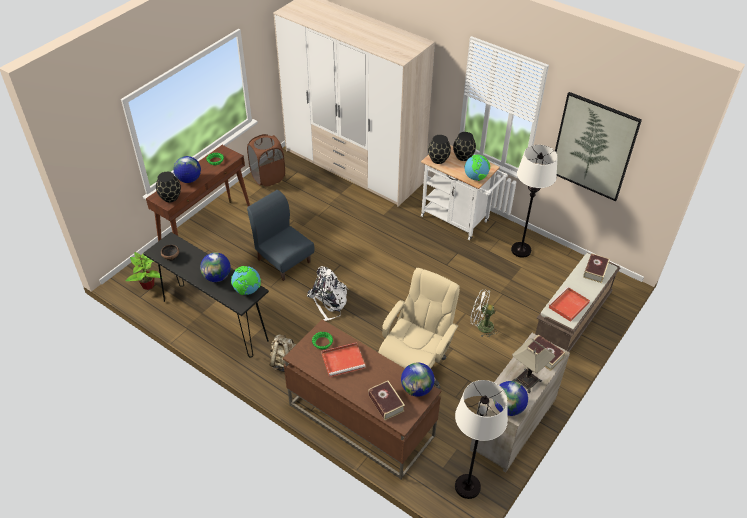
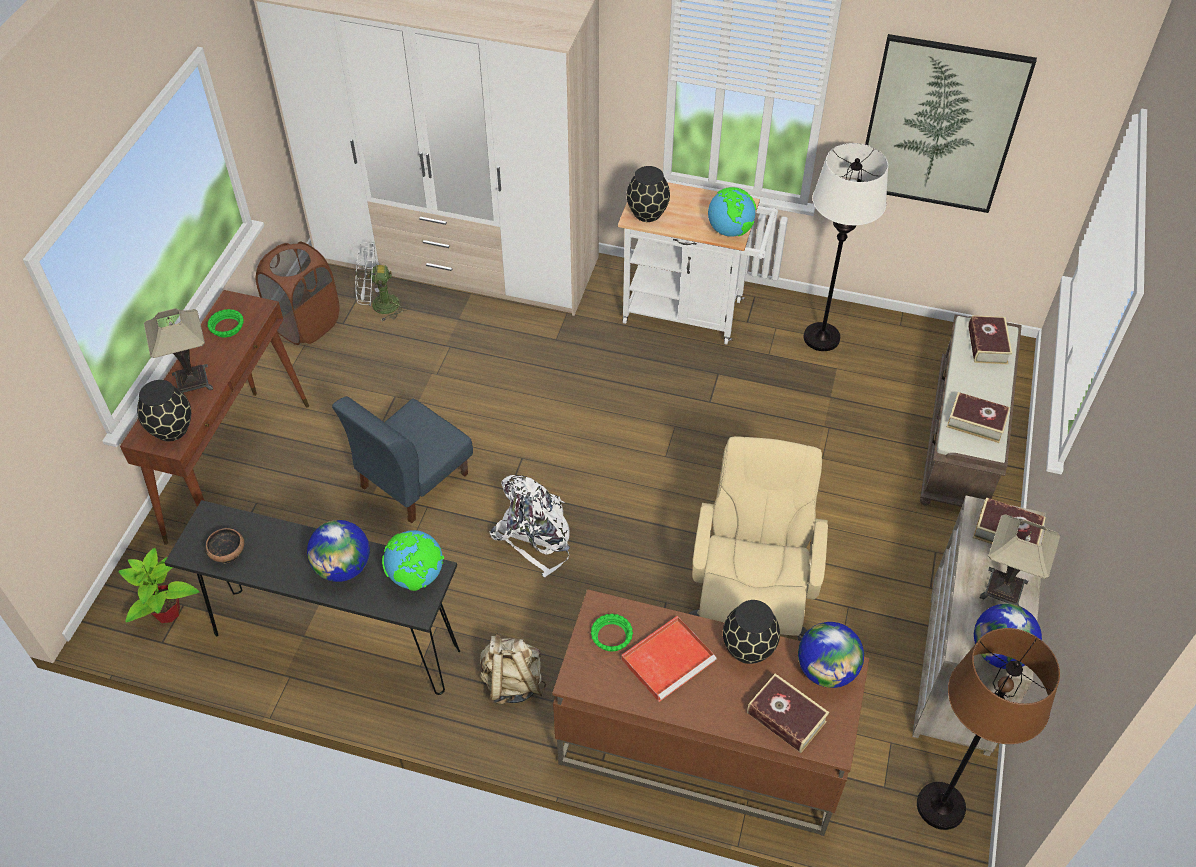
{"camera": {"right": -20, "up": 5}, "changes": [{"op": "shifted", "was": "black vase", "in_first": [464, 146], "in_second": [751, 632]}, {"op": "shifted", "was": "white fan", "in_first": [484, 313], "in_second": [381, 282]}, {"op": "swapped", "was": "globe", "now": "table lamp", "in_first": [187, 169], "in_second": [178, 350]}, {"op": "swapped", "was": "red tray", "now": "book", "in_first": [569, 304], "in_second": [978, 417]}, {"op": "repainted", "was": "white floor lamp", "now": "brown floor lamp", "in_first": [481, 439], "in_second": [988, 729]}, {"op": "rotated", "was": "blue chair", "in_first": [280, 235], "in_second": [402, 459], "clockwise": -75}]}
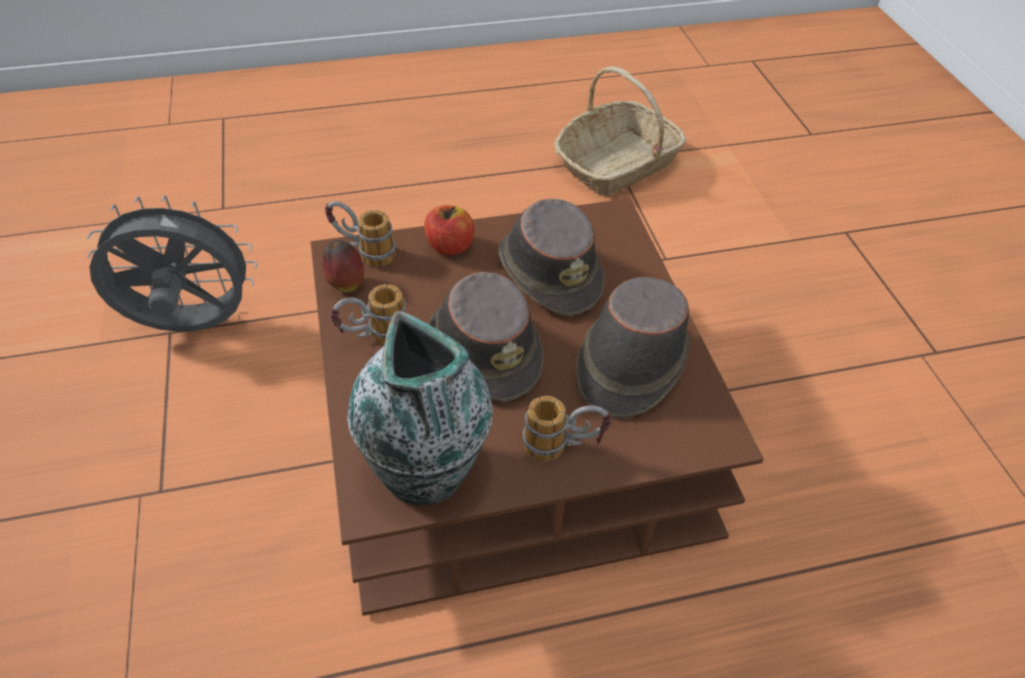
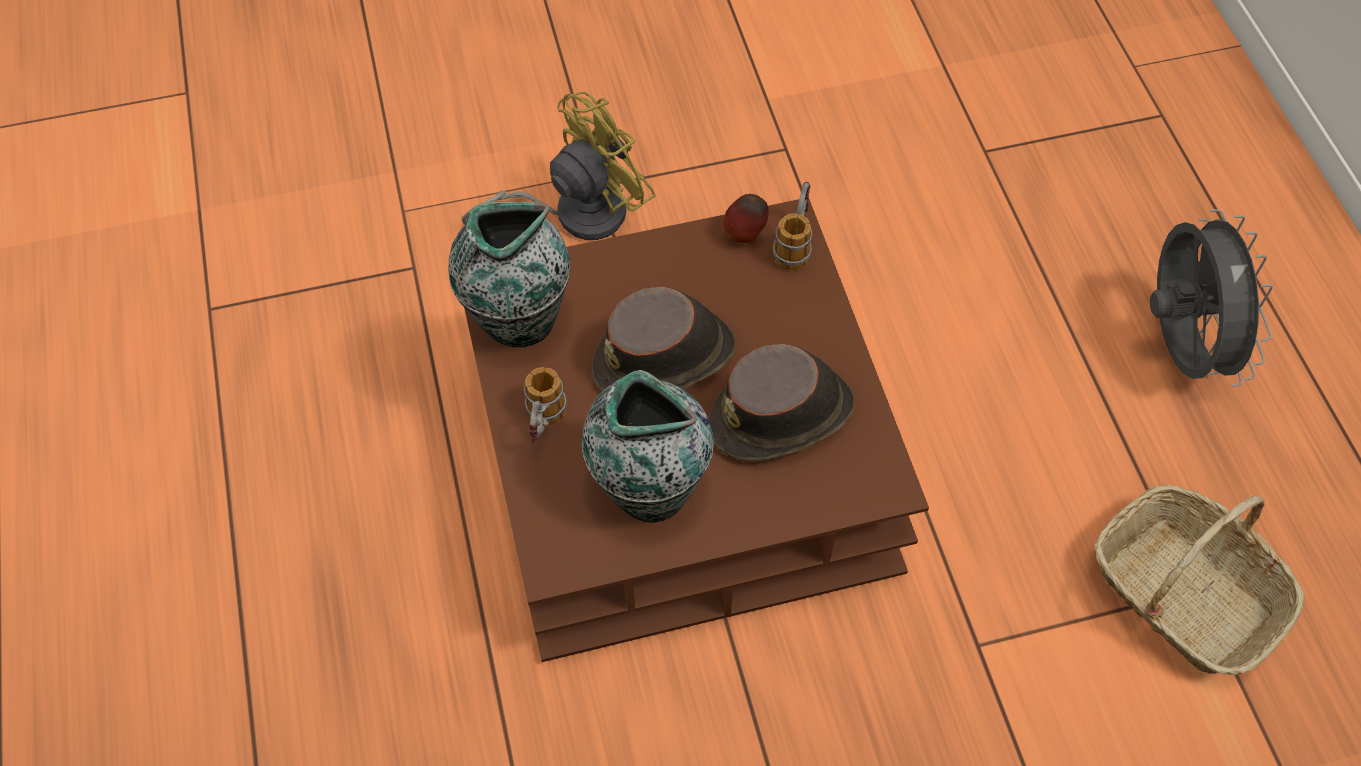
{"camera": {"right": 90, "up": 10}, "changes": [{"op": "gone", "was": "mug", "in_first": [368, 314]}, {"op": "gone", "was": "apple", "in_first": [449, 230]}, {"op": "new", "now": "yellow fan", "in_second": [559, 166]}, {"op": "shifted", "was": "grey fan", "in_first": [172, 263], "in_second": [1211, 298]}, {"op": "swapped", "was": "brown hat", "now": "vase", "in_first": [633, 347], "in_second": [648, 446]}]}
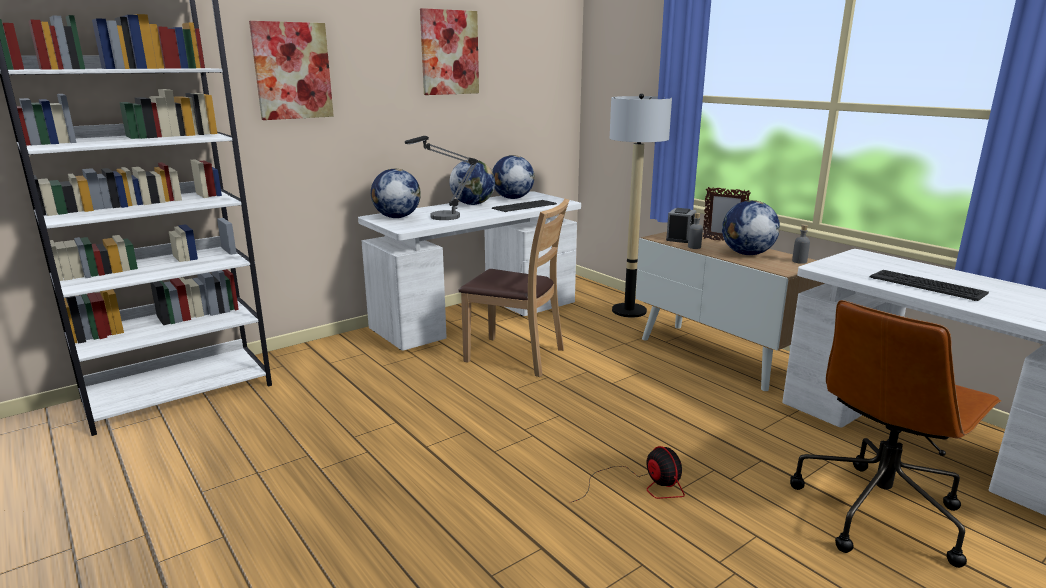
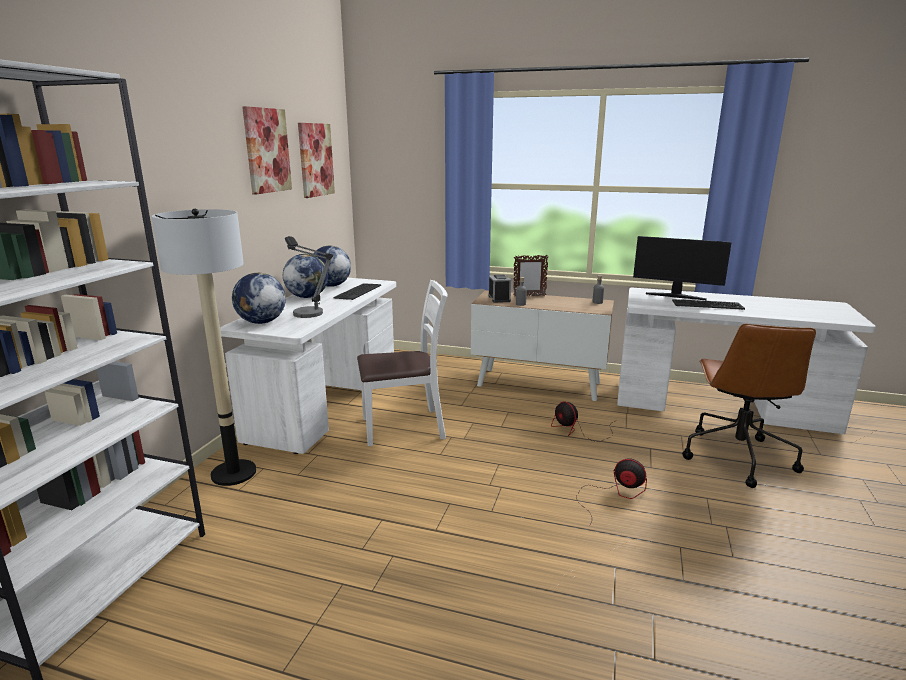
{"camera": {"right": -35, "up": 0}, "changes": [{"op": "gone", "was": "globe", "in_first": [751, 227]}, {"op": "new", "now": "fan", "in_second": [584, 421]}, {"op": "new", "now": "monitor", "in_second": [682, 268]}, {"op": "shifted", "was": "picture", "in_first": [291, 70], "in_second": [316, 160]}, {"op": "shifted", "was": "floor lamp", "in_first": [641, 205], "in_second": [204, 347]}, {"op": "repainted", "was": "brown chair", "now": "white chair", "in_first": [514, 287], "in_second": [402, 363]}]}
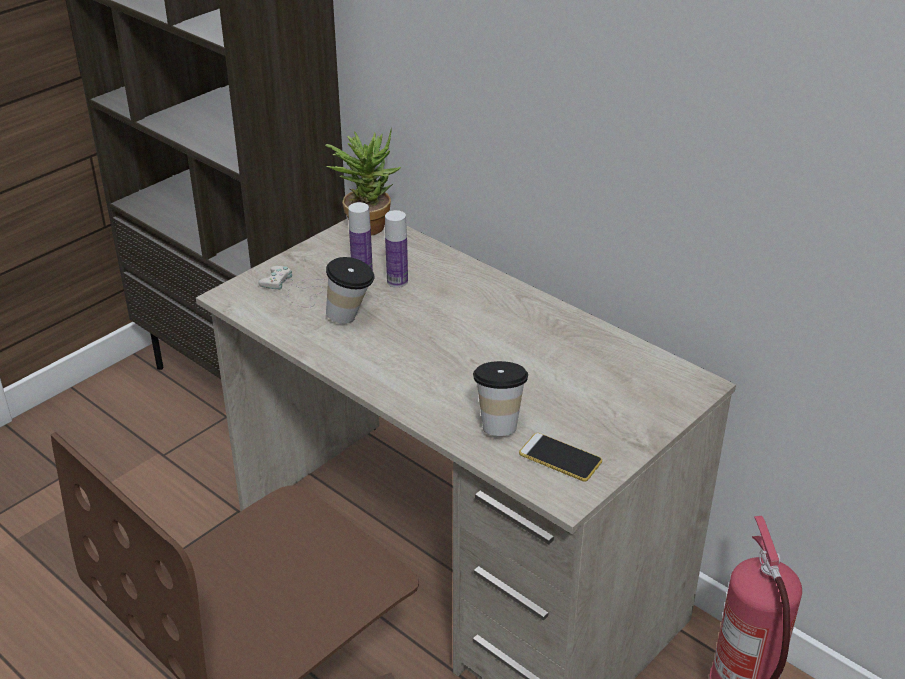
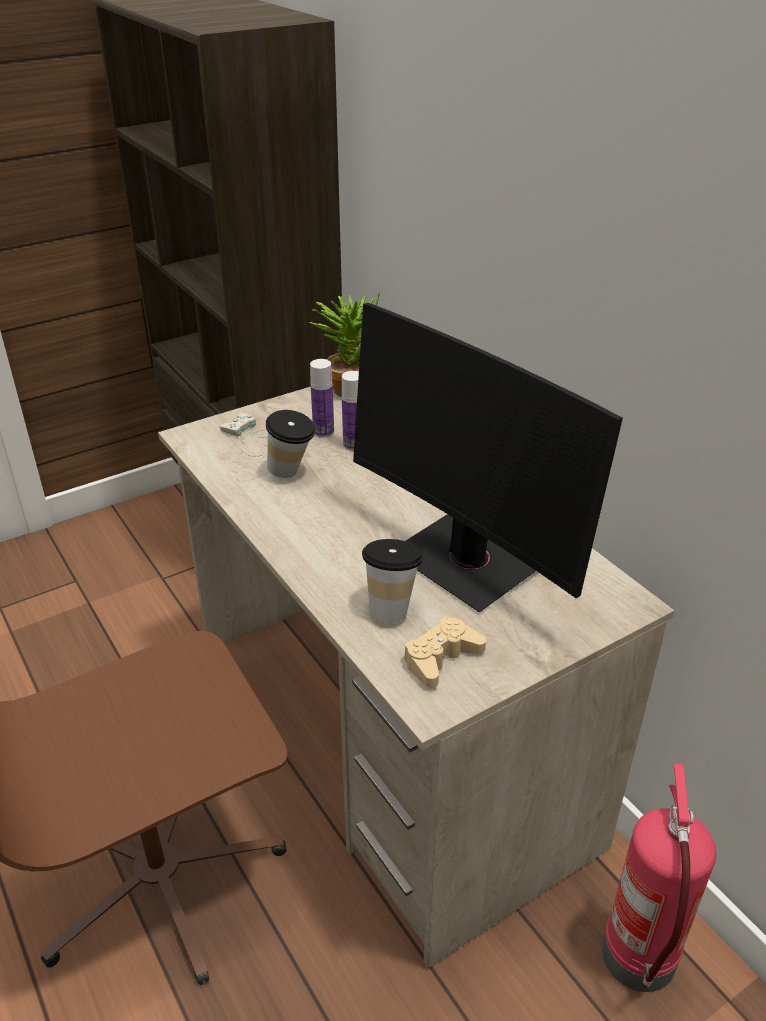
{"camera": {"right": 15, "up": 0}, "changes": [{"op": "new", "now": "monitor", "in_second": [488, 458]}, {"op": "swapped", "was": "phone", "now": "beige game controller", "in_first": [560, 457], "in_second": [445, 652]}]}
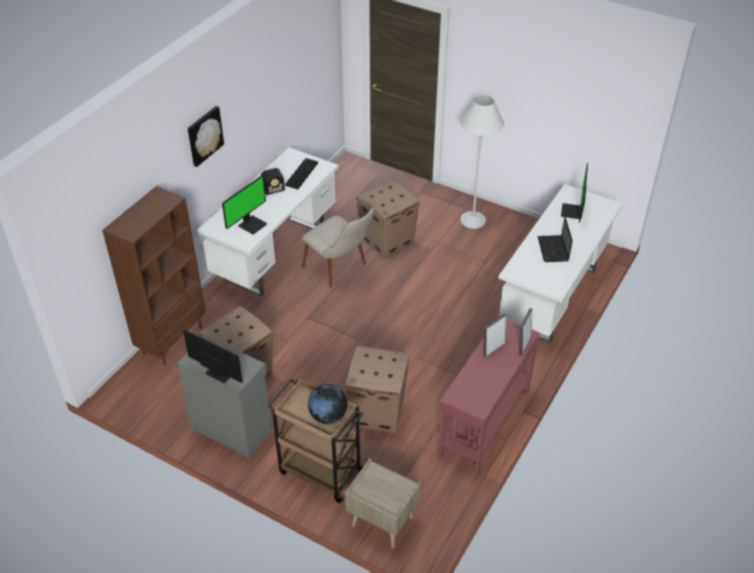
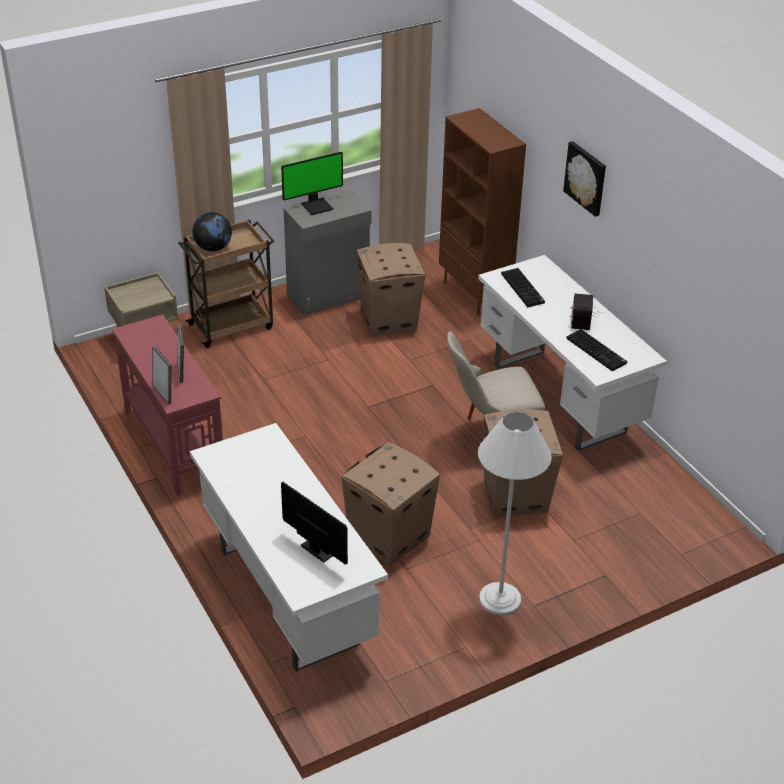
{"camera": {"right": 120, "up": -5}, "changes": [{"op": "gone", "was": "laptop", "in_first": [555, 239]}, {"op": "shifted", "was": "cardboard box", "in_first": [377, 389], "in_second": [390, 503]}, {"op": "swapped", "was": "monitor", "now": "keyboard", "in_first": [244, 205], "in_second": [523, 287]}]}
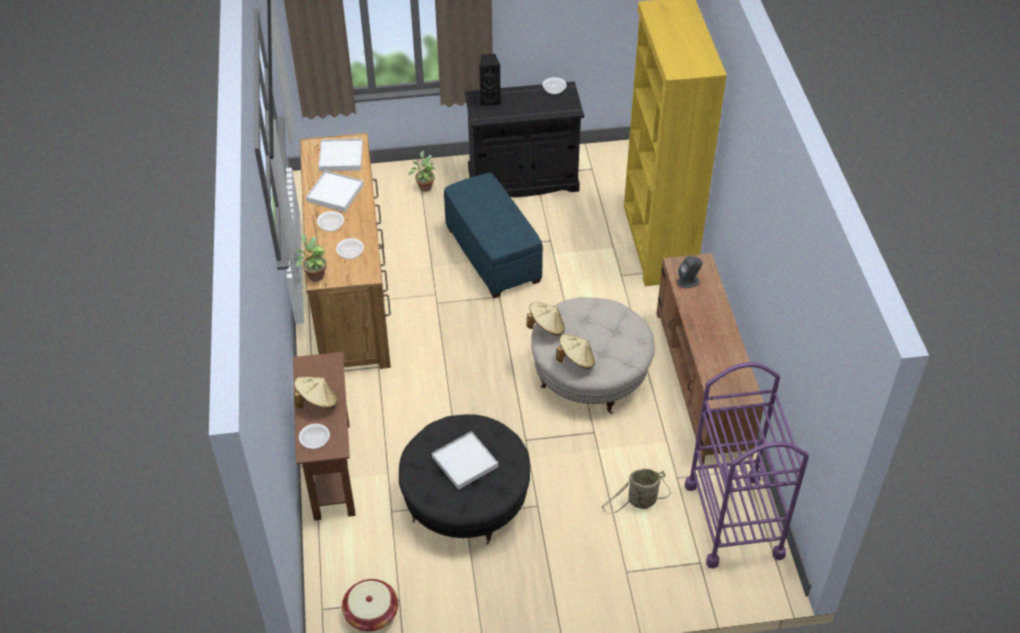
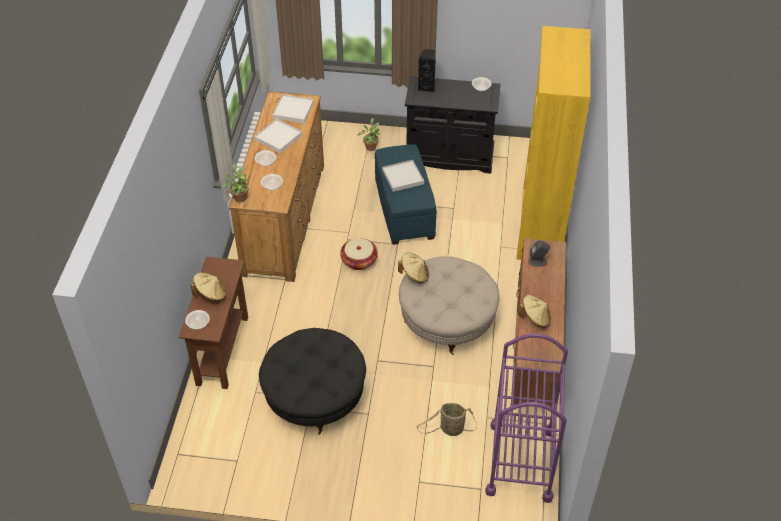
{"camera": {"right": 15, "up": 0}, "changes": [{"op": "shifted", "was": "basket", "in_first": [370, 605], "in_second": [359, 254]}, {"op": "shifted", "was": "white tray", "in_first": [465, 460], "in_second": [403, 176]}, {"op": "shifted", "was": "beige hat", "in_first": [575, 351], "in_second": [534, 311]}]}
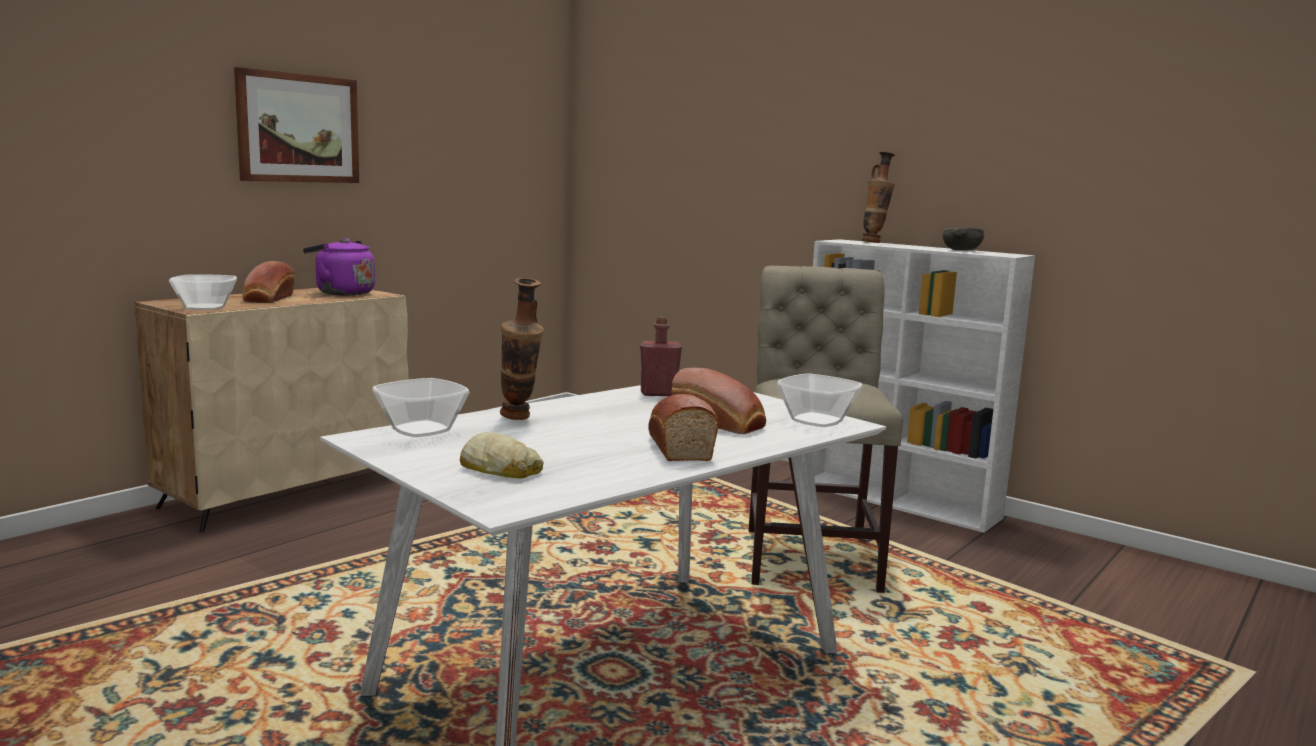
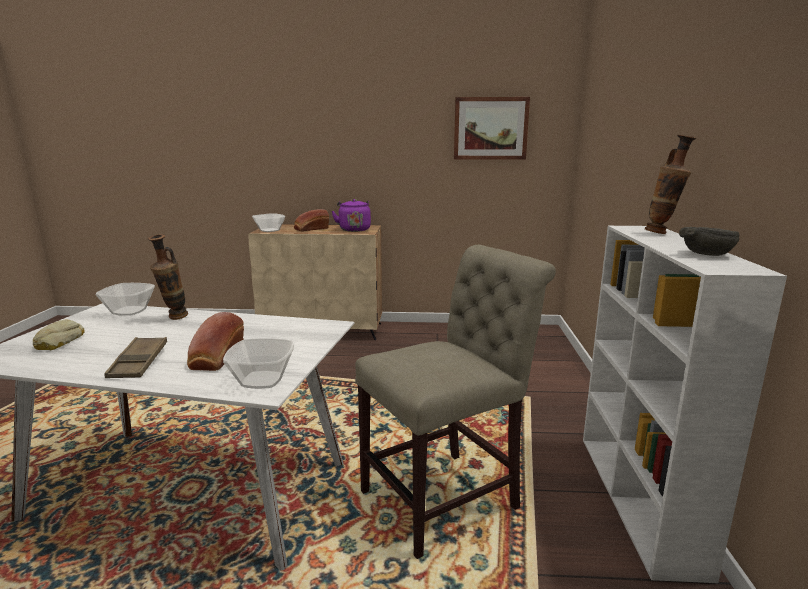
{"camera": {"right": 55, "up": 5}, "changes": [{"op": "gone", "was": "red bottle", "in_first": [661, 356]}, {"op": "shifted", "was": "picture", "in_first": [296, 125], "in_second": [492, 128]}, {"op": "swapped", "was": "bread", "now": "brown tray", "in_first": [683, 427], "in_second": [135, 357]}]}
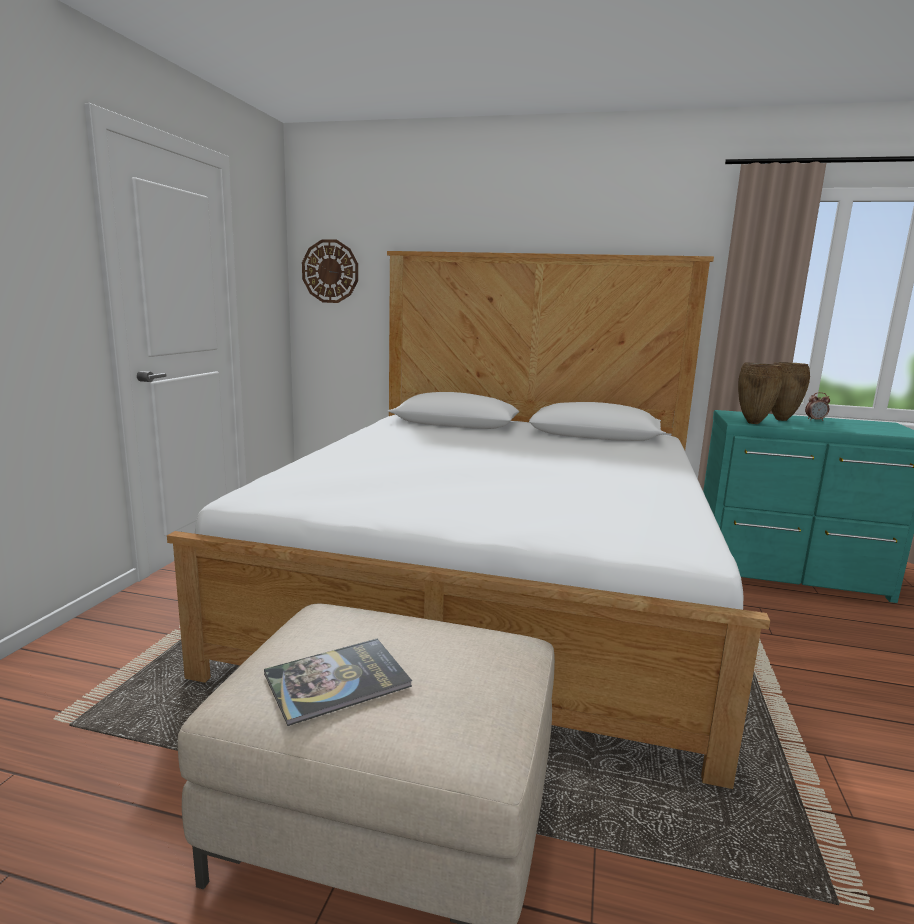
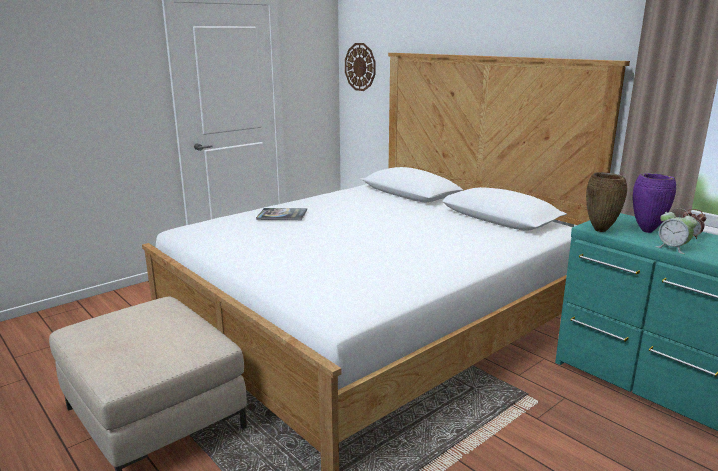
{"camera": {"right": 35, "up": 5}, "changes": [{"op": "new", "now": "alarm clock", "in_second": [676, 231]}, {"op": "shifted", "was": "book", "in_first": [338, 682], "in_second": [281, 214]}, {"op": "repainted", "was": "brown vase", "now": "purple vase", "in_first": [790, 391], "in_second": [654, 203]}]}
